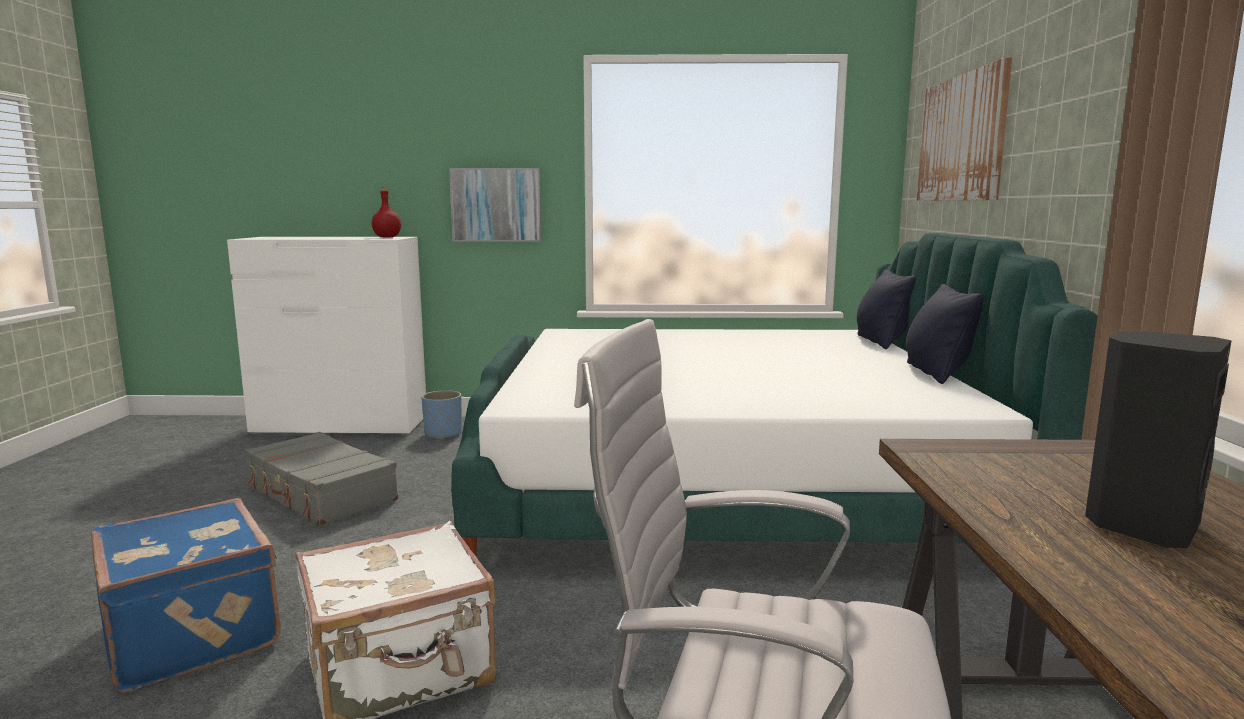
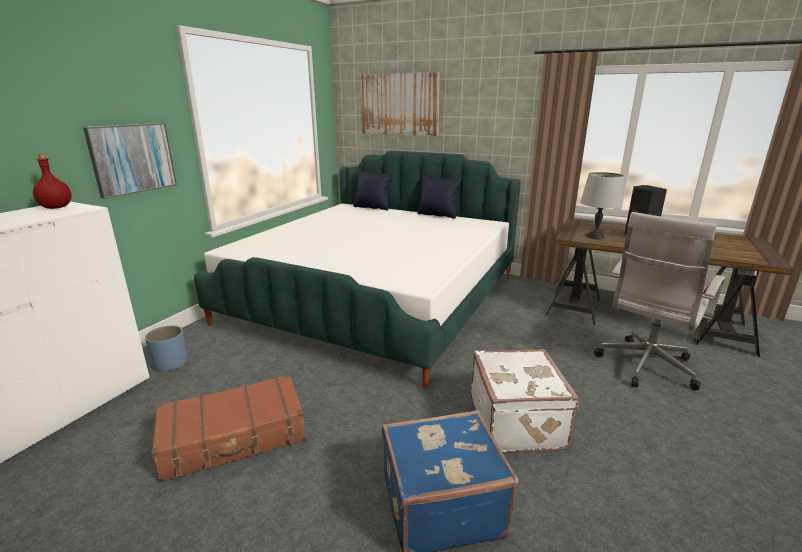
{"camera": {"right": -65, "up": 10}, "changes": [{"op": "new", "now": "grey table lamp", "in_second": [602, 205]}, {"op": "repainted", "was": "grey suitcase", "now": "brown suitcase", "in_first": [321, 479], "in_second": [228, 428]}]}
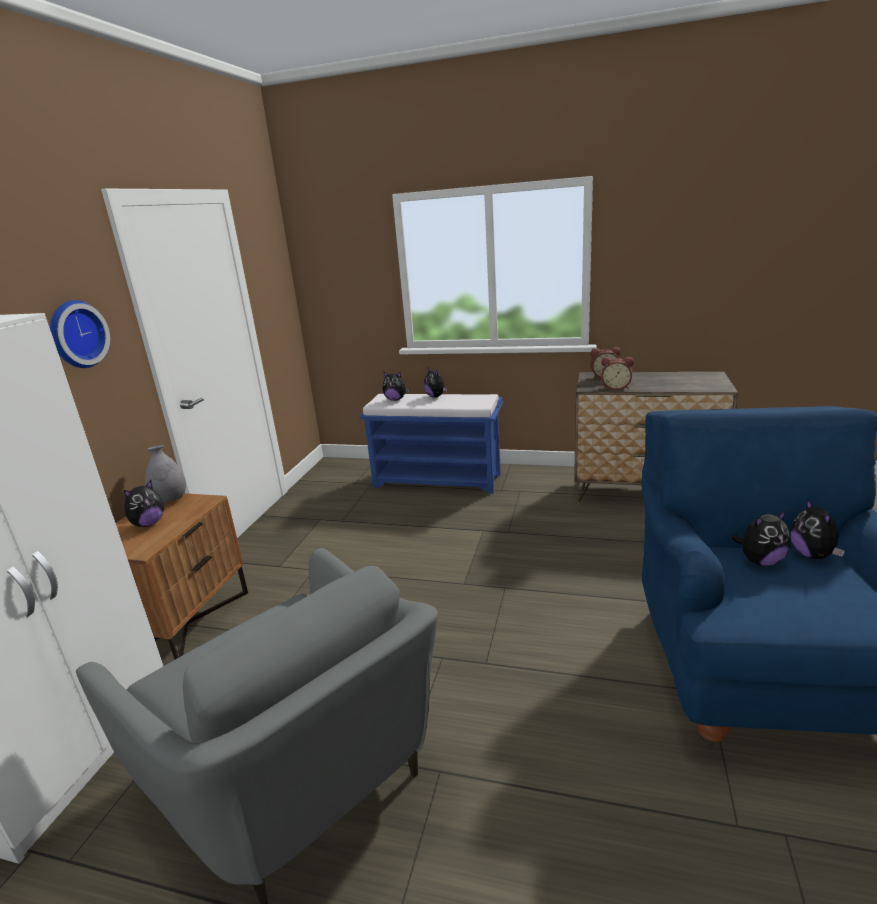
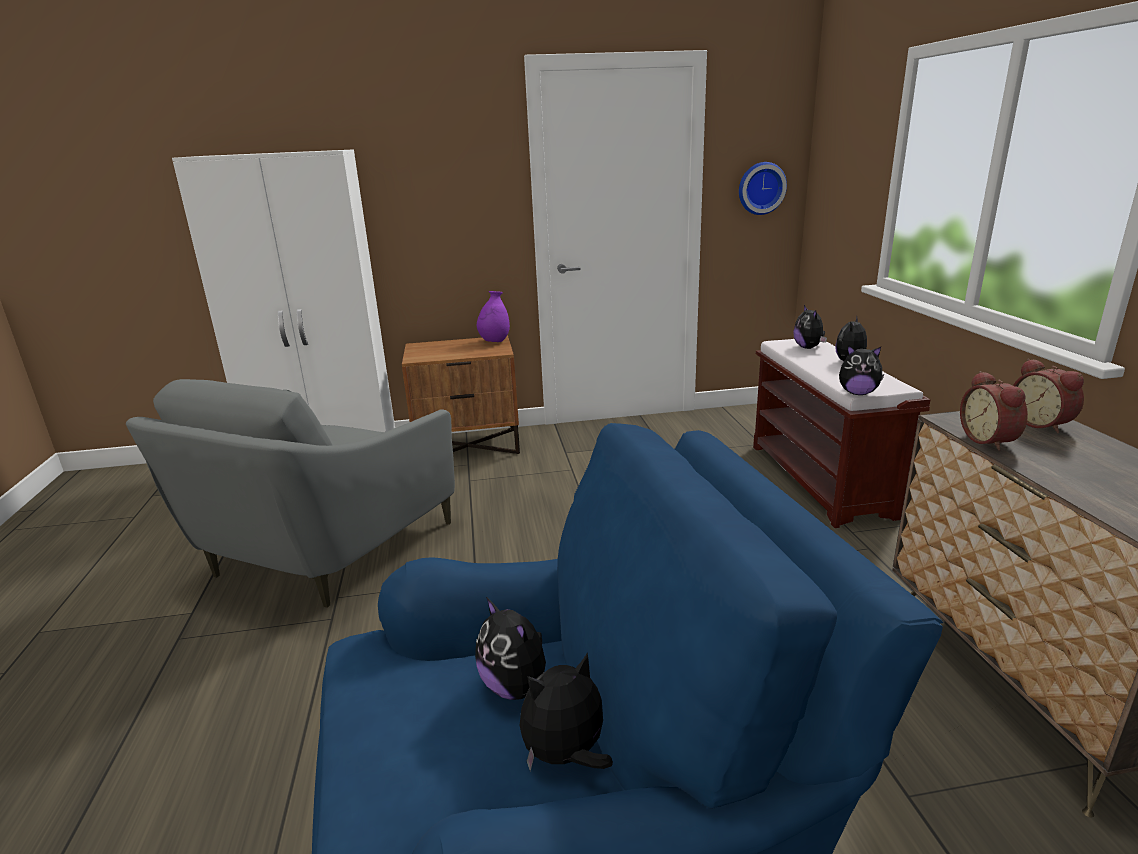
{"camera": {"right": 65, "up": 0}, "changes": [{"op": "shifted", "was": "wall clock", "in_first": [80, 334], "in_second": [763, 188]}, {"op": "shifted", "was": "plush toy", "in_first": [144, 503], "in_second": [861, 370]}, {"op": "repainted", "was": "grey vase", "now": "purple vase", "in_first": [165, 474], "in_second": [493, 316]}, {"op": "repainted", "was": "blue bench", "now": "brown bench", "in_first": [431, 444], "in_second": [842, 433]}]}
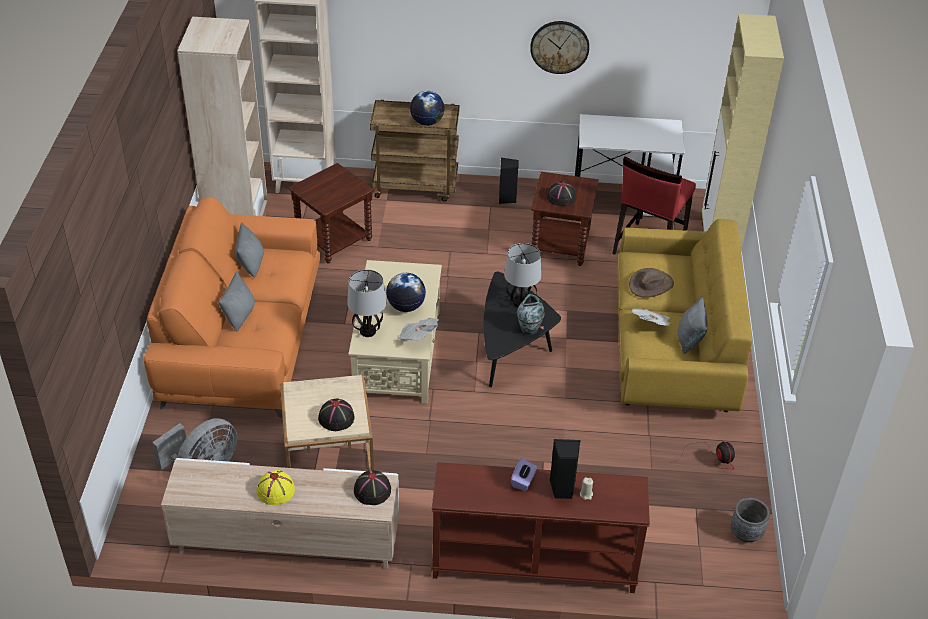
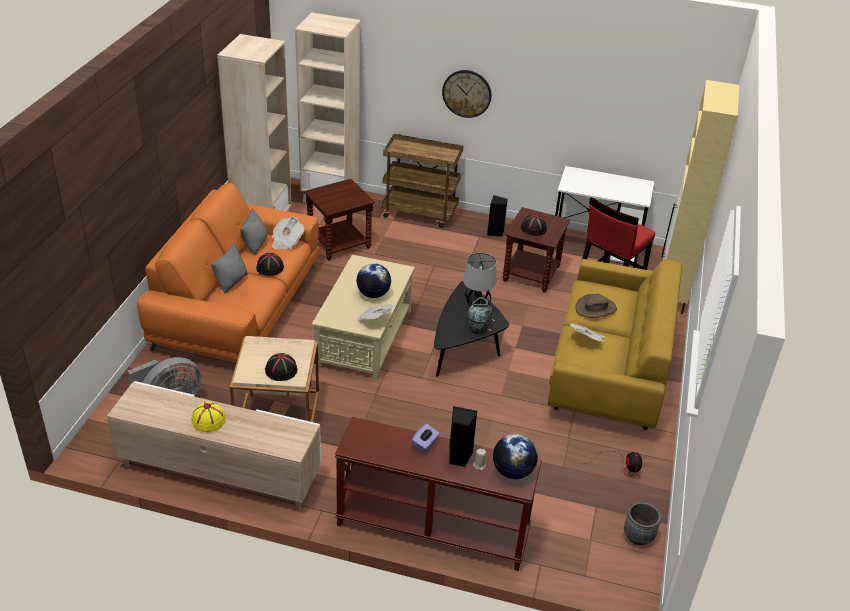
{"camera": {"right": 10, "up": -5}, "changes": [{"op": "gone", "was": "table lamp", "in_first": [366, 303]}, {"op": "gone", "was": "grey pillow", "in_first": [693, 325]}, {"op": "new", "now": "newspaper", "in_second": [288, 233]}, {"op": "shifted", "was": "black hat", "in_first": [372, 487], "in_second": [270, 264]}, {"op": "shifted", "was": "globe", "in_first": [427, 108], "in_second": [515, 456]}, {"op": "shifted", "was": "wall clock", "in_first": [559, 47], "in_second": [466, 94]}]}
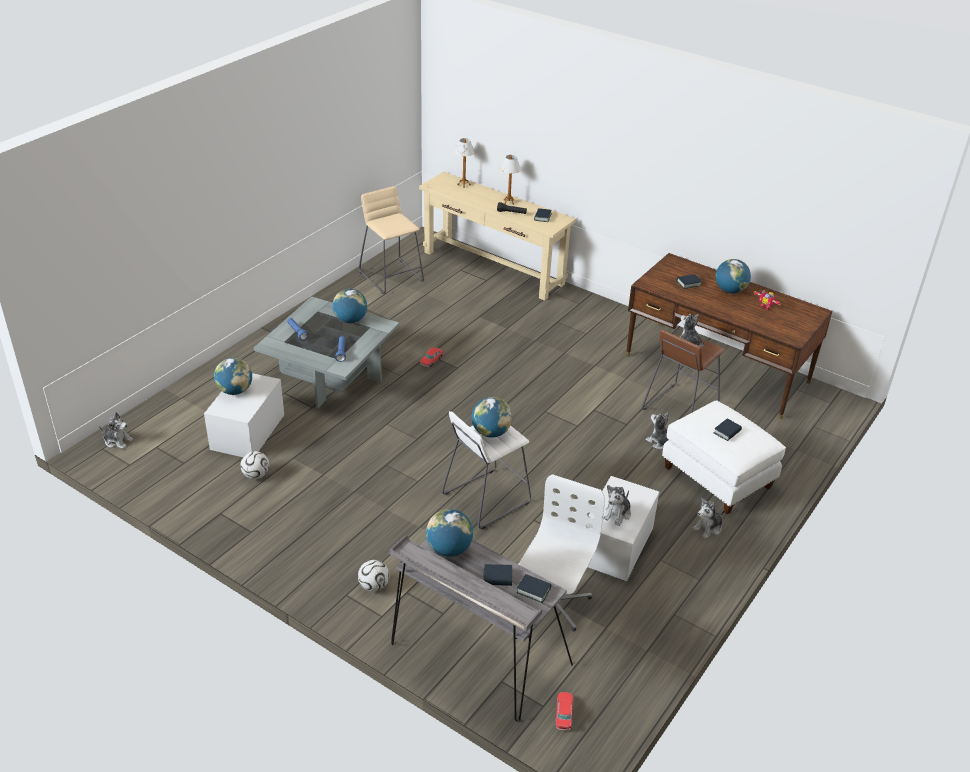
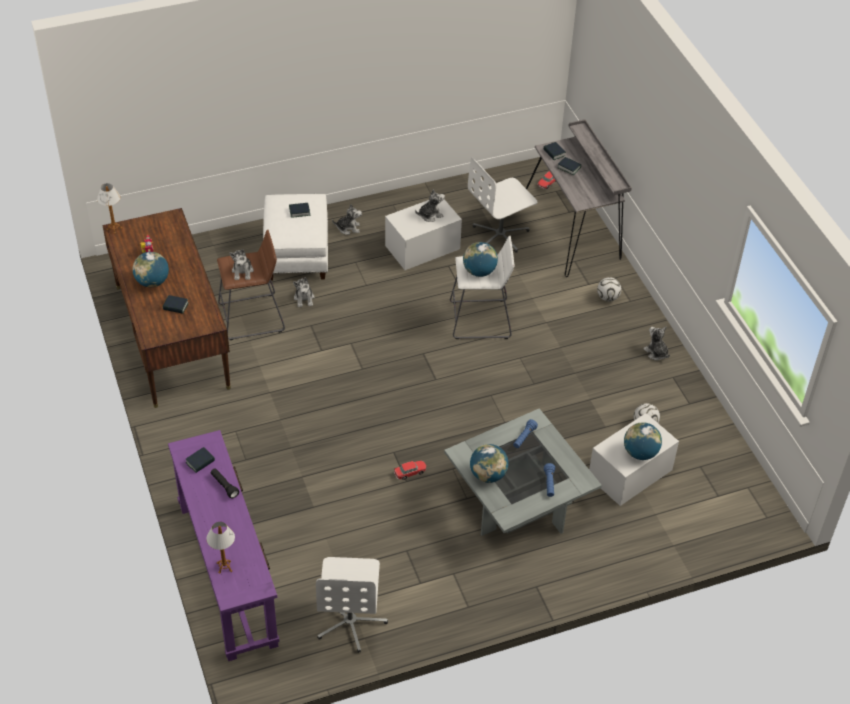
{"camera": {"right": -145, "up": 10}, "changes": [{"op": "gone", "was": "globe", "in_first": [449, 533]}, {"op": "shifted", "was": "plush toy", "in_first": [116, 430], "in_second": [656, 343]}, {"op": "shifted", "was": "table lamp", "in_first": [510, 180], "in_second": [109, 208]}, {"op": "swapped", "was": "beige stool", "now": "white office chair", "in_first": [391, 240], "in_second": [352, 605]}, {"op": "repainted", "was": "beige console table", "now": "purple console table", "in_first": [497, 236], "in_second": [224, 545]}]}
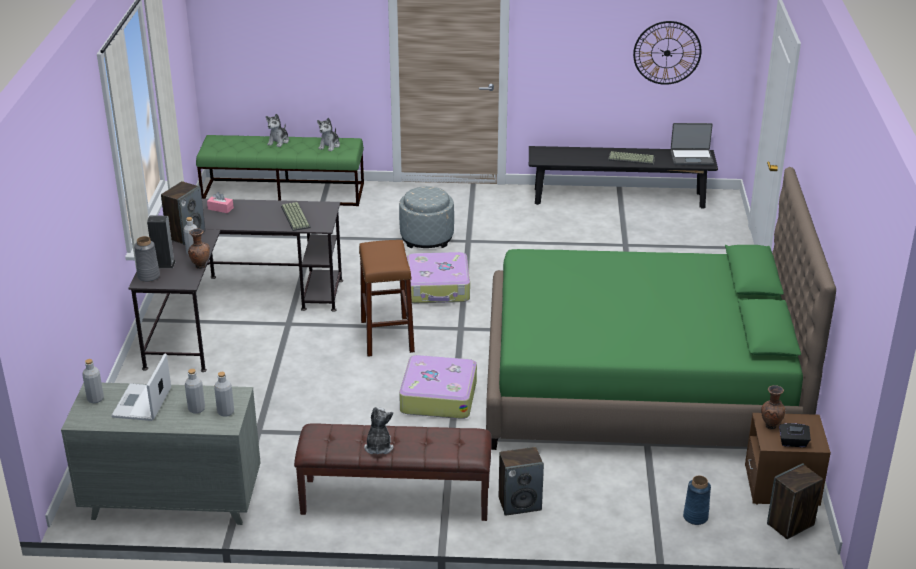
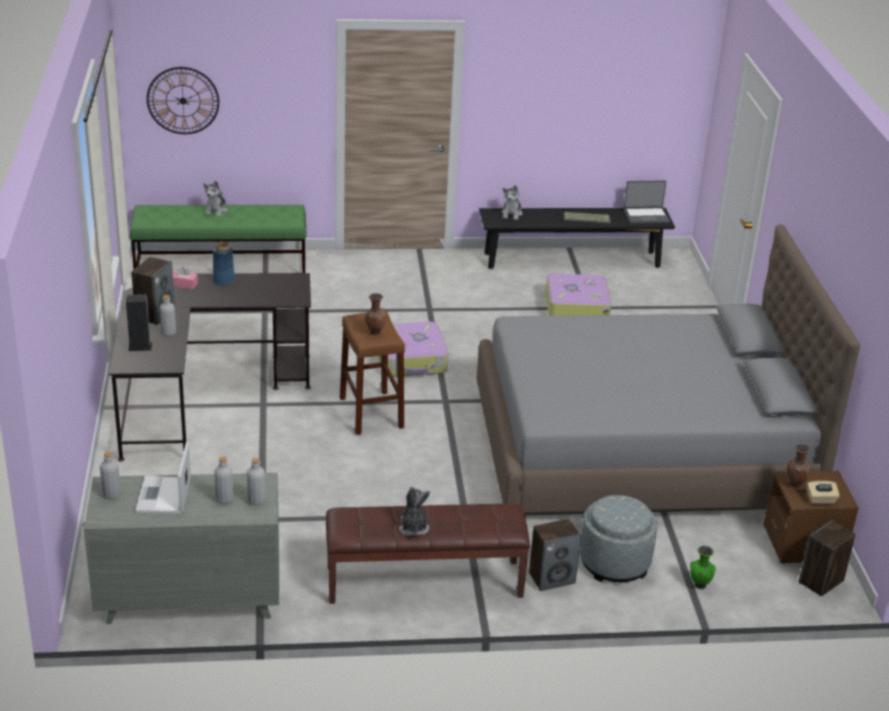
{"camera": {"right": -10, "up": 0}, "changes": [{"op": "gone", "was": "grey vase", "in_first": [147, 259]}, {"op": "gone", "was": "keyboard", "in_first": [296, 216]}, {"op": "new", "now": "green vase", "in_second": [703, 567]}, {"op": "shifted", "was": "brown vase", "in_first": [199, 249], "in_second": [376, 314]}, {"op": "shifted", "was": "plush toy", "in_first": [328, 134], "in_second": [511, 202]}, {"op": "shifted", "was": "grey ottoman", "in_first": [426, 217], "in_second": [619, 538]}, {"op": "shifted", "was": "suitcase", "in_first": [438, 387], "in_second": [578, 294]}, {"op": "shifted", "was": "wall clock", "in_first": [667, 53], "in_second": [183, 100]}, {"op": "shifted", "was": "blue vase", "in_first": [697, 500], "in_second": [224, 263]}, {"op": "repainted", "was": "green bed", "now": "grey bed", "in_first": [661, 308], "in_second": [668, 368]}, {"op": "repainted", "was": "black tissue box", "now": "beige tissue box", "in_first": [795, 435], "in_second": [823, 492]}]}
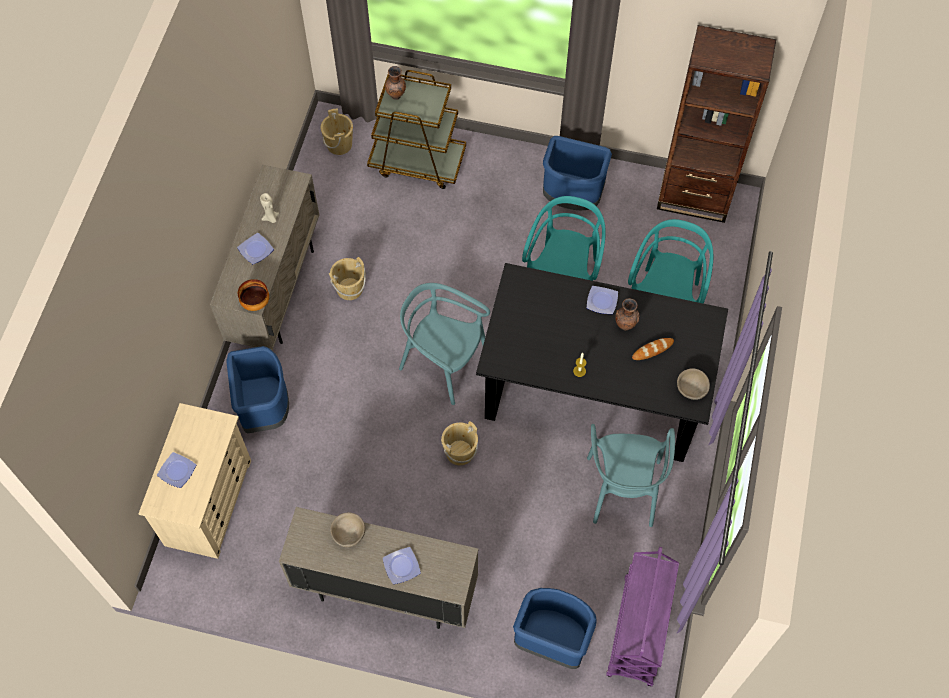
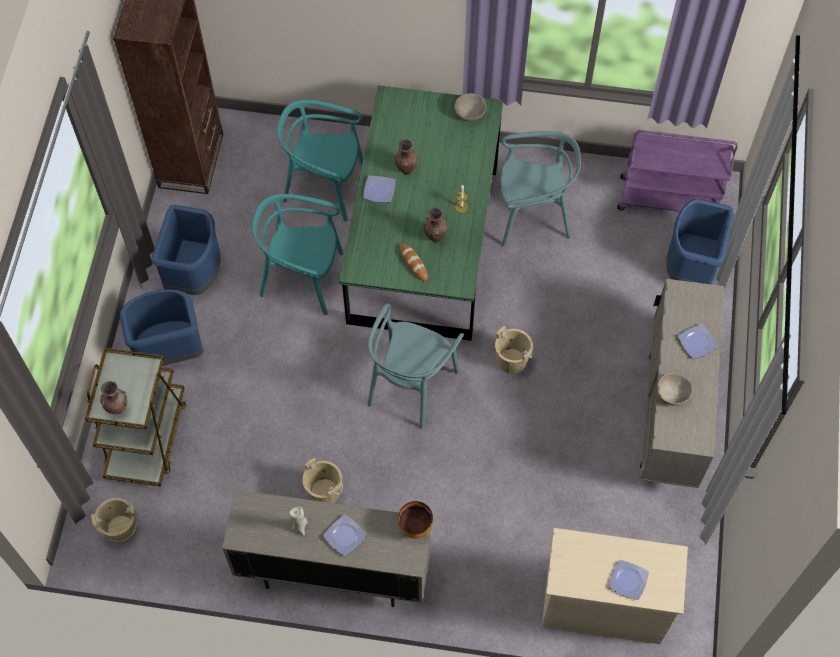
{"camera": {"right": -95, "up": 0}, "changes": [{"op": "new", "now": "brown vase", "in_second": [436, 224]}, {"op": "shifted", "was": "blue trash can", "in_first": [257, 389], "in_second": [161, 327]}, {"op": "shifted", "was": "bread", "in_first": [653, 349], "in_second": [414, 262]}, {"op": "repainted", "was": "black dining table", "now": "green dining table", "in_first": [602, 362], "in_second": [421, 213]}]}
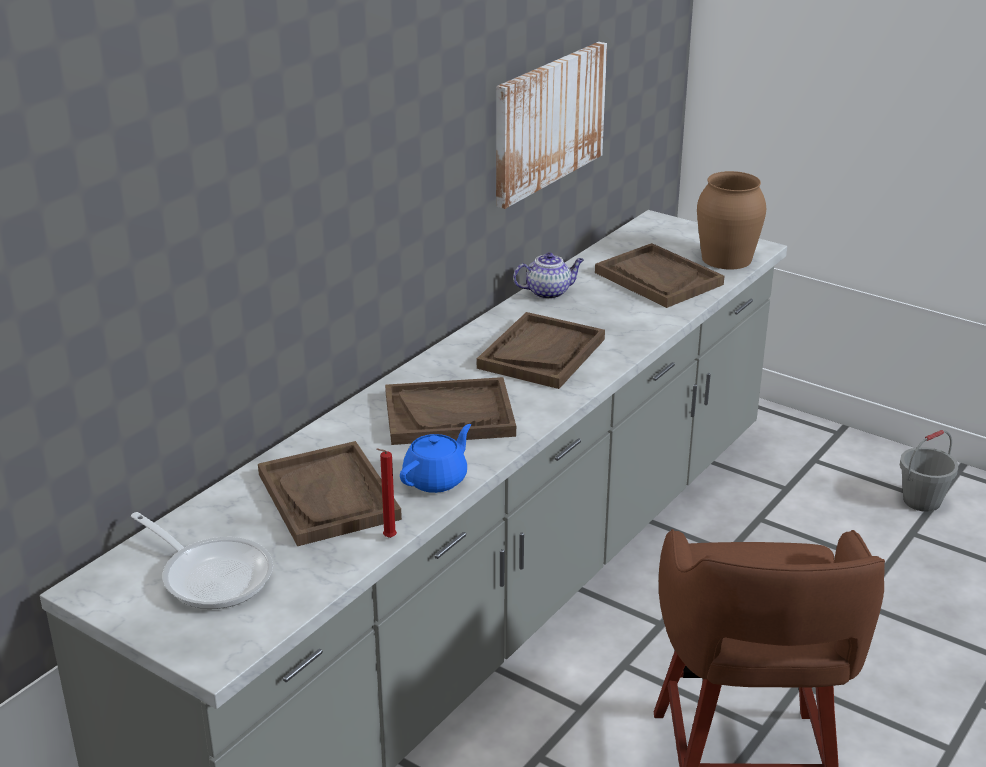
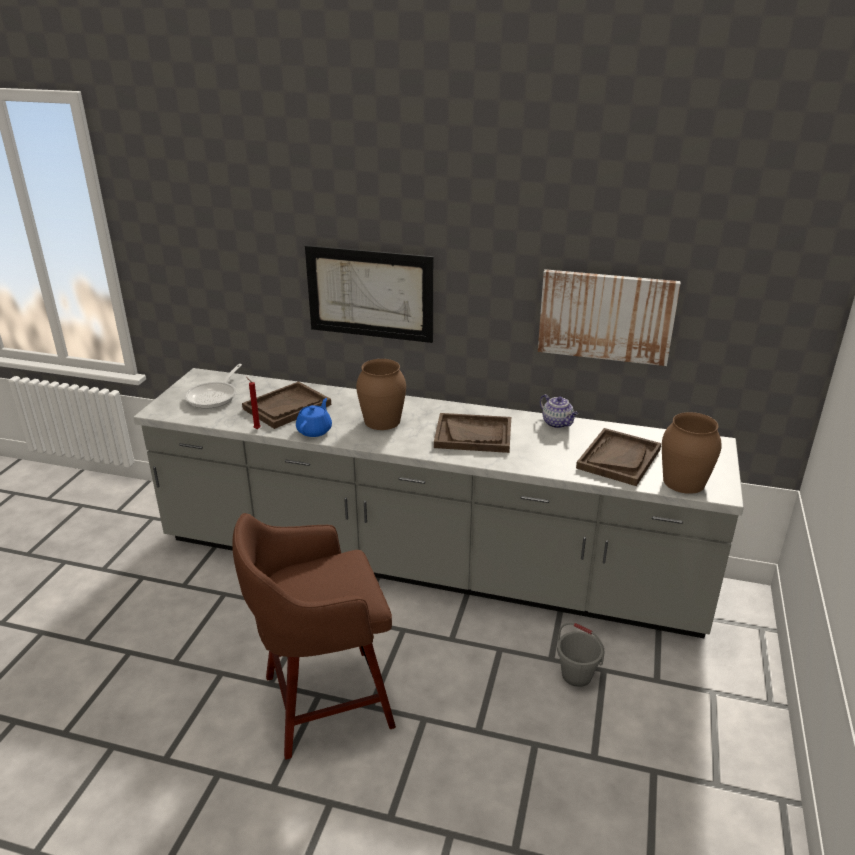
{"camera": {"right": 70, "up": 0}, "changes": [{"op": "new", "now": "picture", "in_second": [369, 294]}, {"op": "shifted", "was": "grey bucket", "in_first": [929, 471], "in_second": [581, 655]}, {"op": "swapped", "was": "brown tray", "now": "brown vase", "in_first": [450, 411], "in_second": [381, 394]}, {"op": "rotated", "was": "blue teapot", "in_first": [435, 458], "in_second": [314, 417], "clockwise": -90}]}
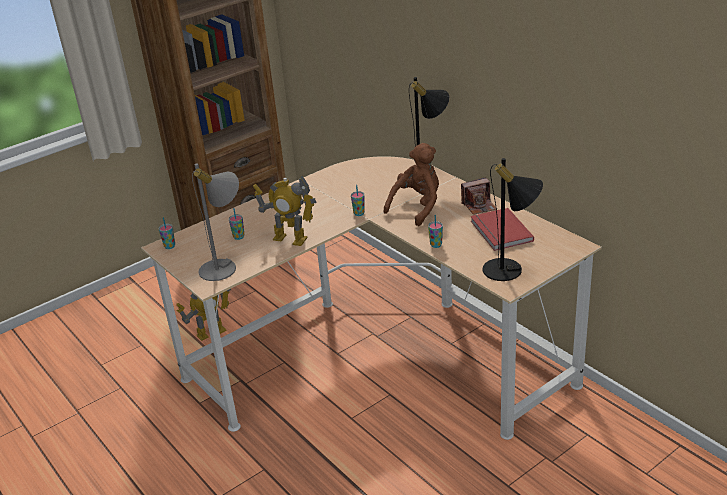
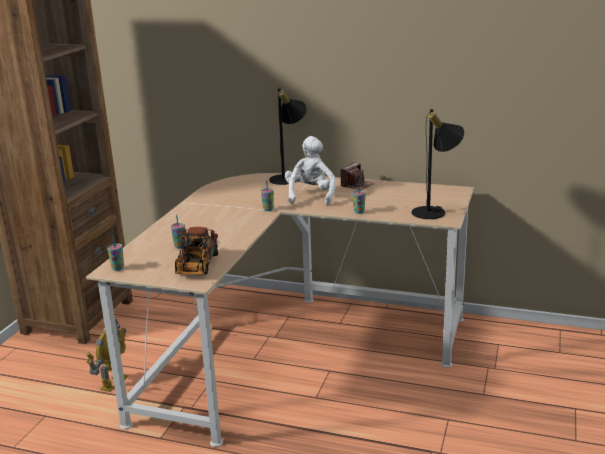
{"camera": {"right": -35, "up": -10}, "changes": [{"op": "gone", "was": "toy robot", "in_first": [284, 210]}, {"op": "gone", "was": "red book", "in_first": [502, 229]}, {"op": "swapped", "was": "grey table lamp", "now": "toy truck", "in_first": [215, 222], "in_second": [196, 251]}, {"op": "repainted", "was": "brown plush toy", "now": "white plush toy", "in_first": [411, 184], "in_second": [310, 171]}]}
